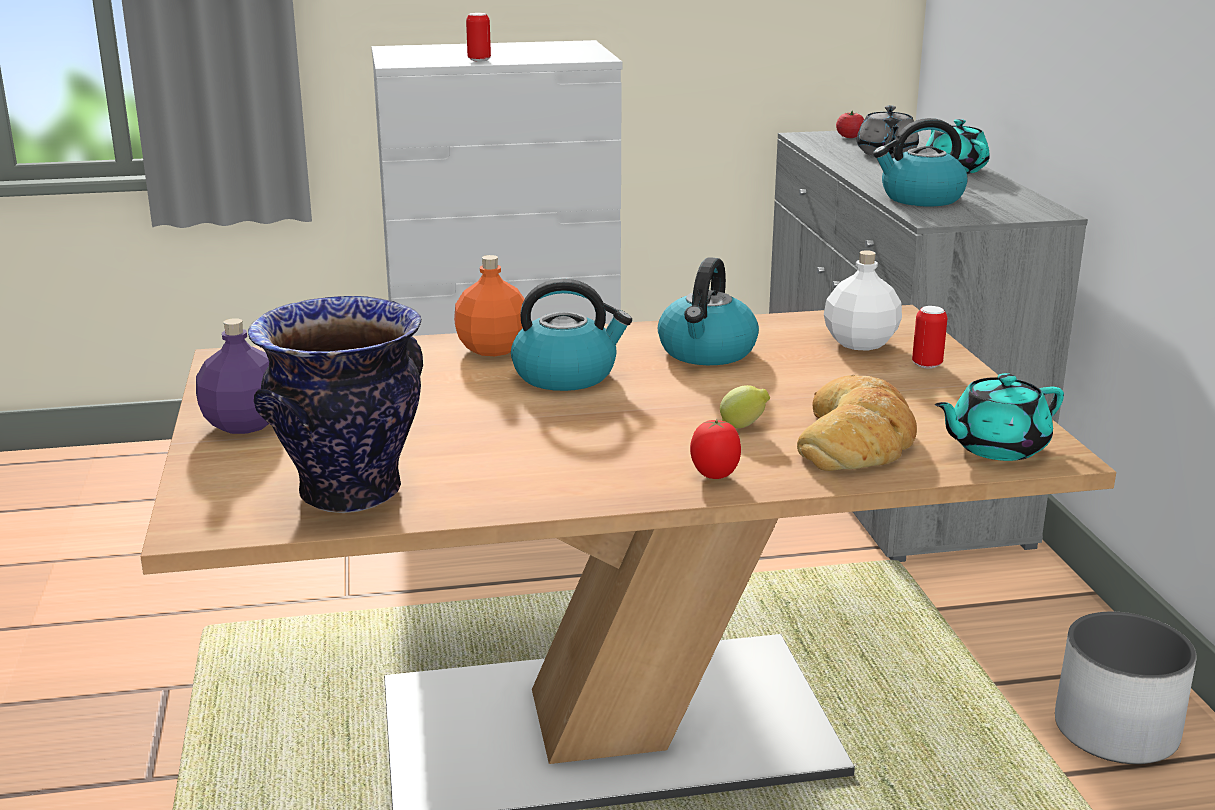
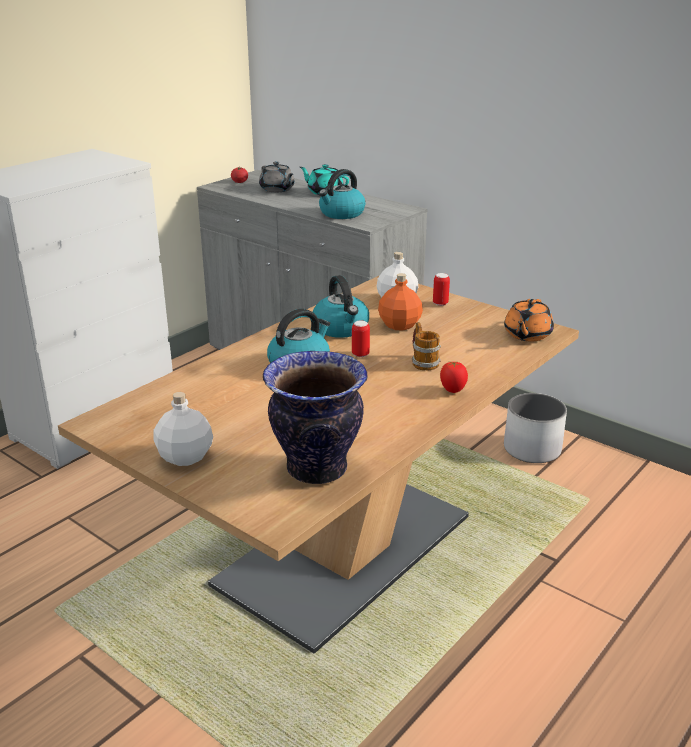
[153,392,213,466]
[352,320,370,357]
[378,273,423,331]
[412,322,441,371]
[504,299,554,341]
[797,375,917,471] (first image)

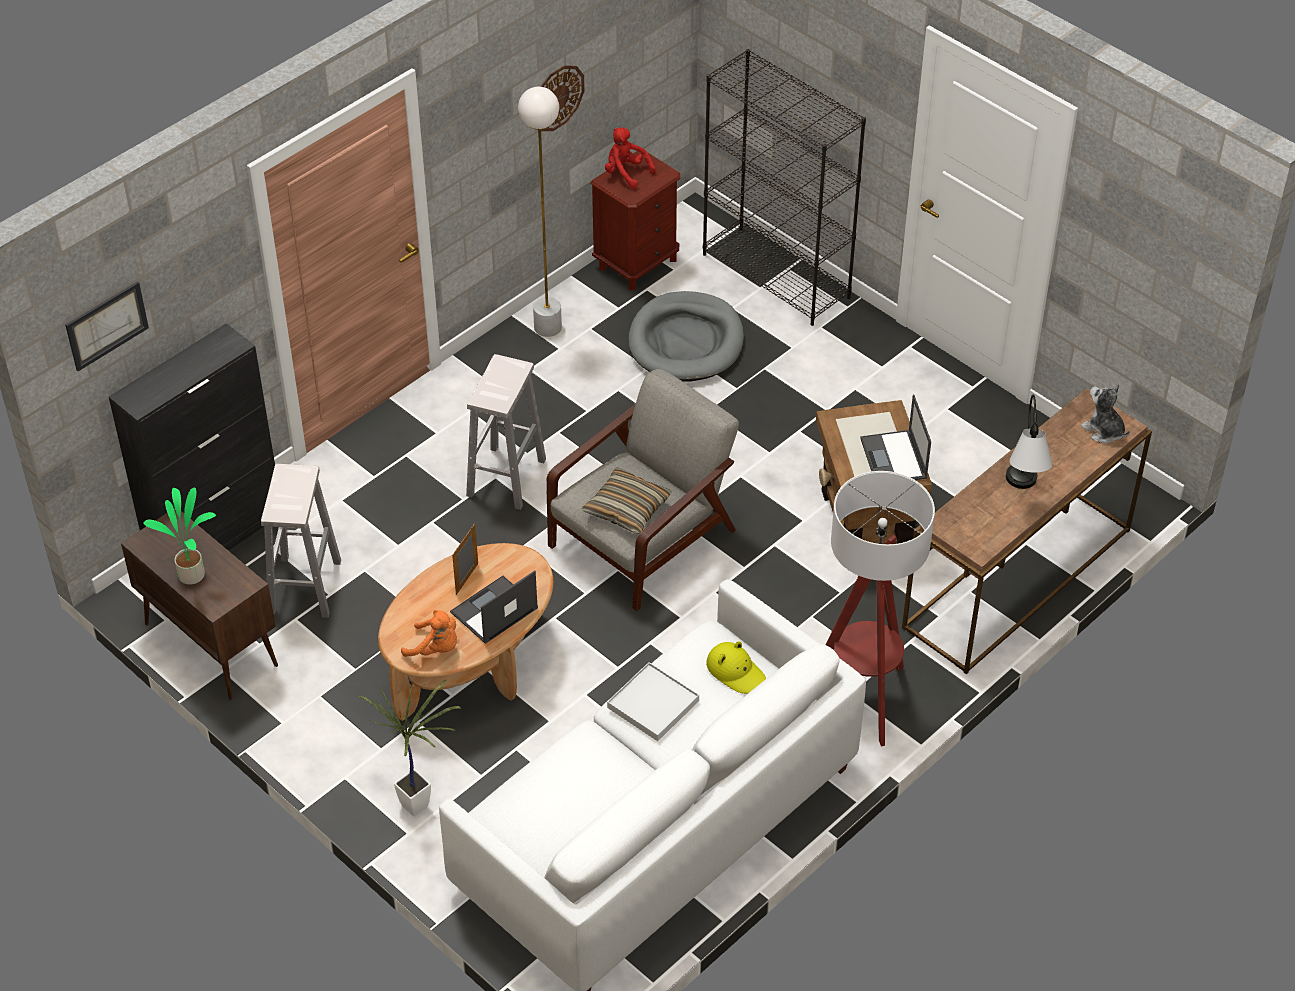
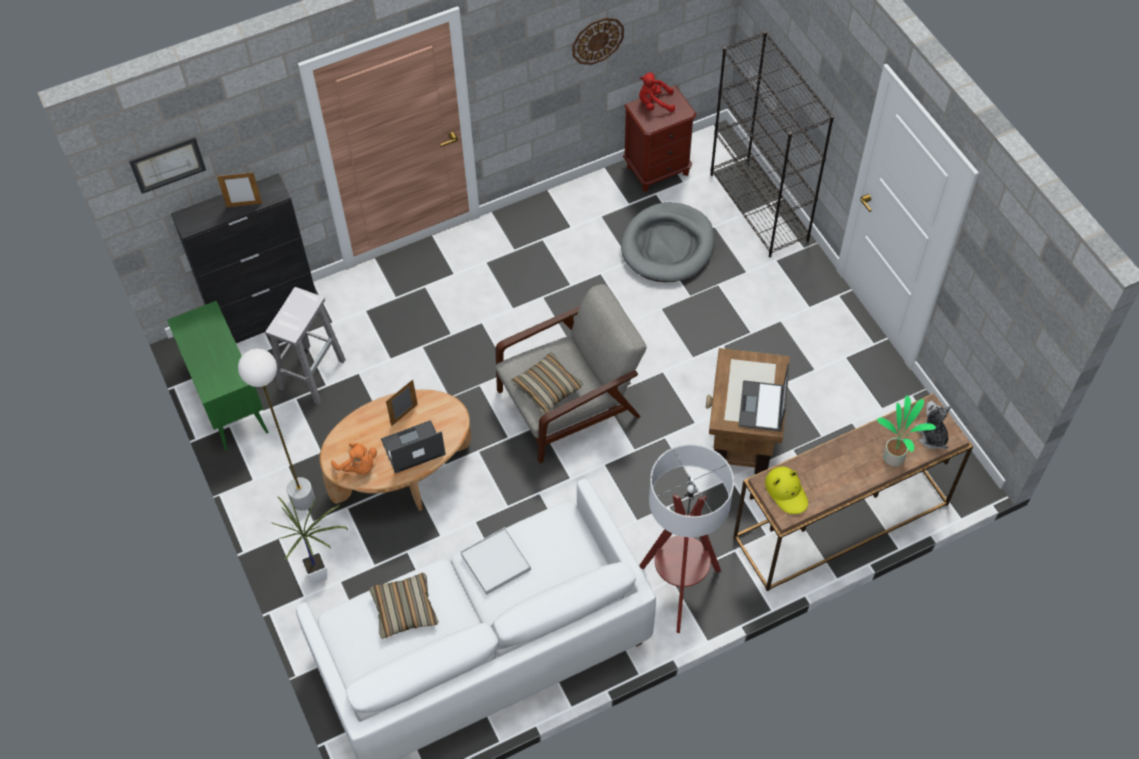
[167,301,269,451]
[217,172,262,207]
[238,348,315,511]
[370,573,439,639]
[639,72,675,112]
[765,466,808,514]
[877,395,936,466]
[466,354,546,510] (first image)
[1006,395,1053,489] (first image)

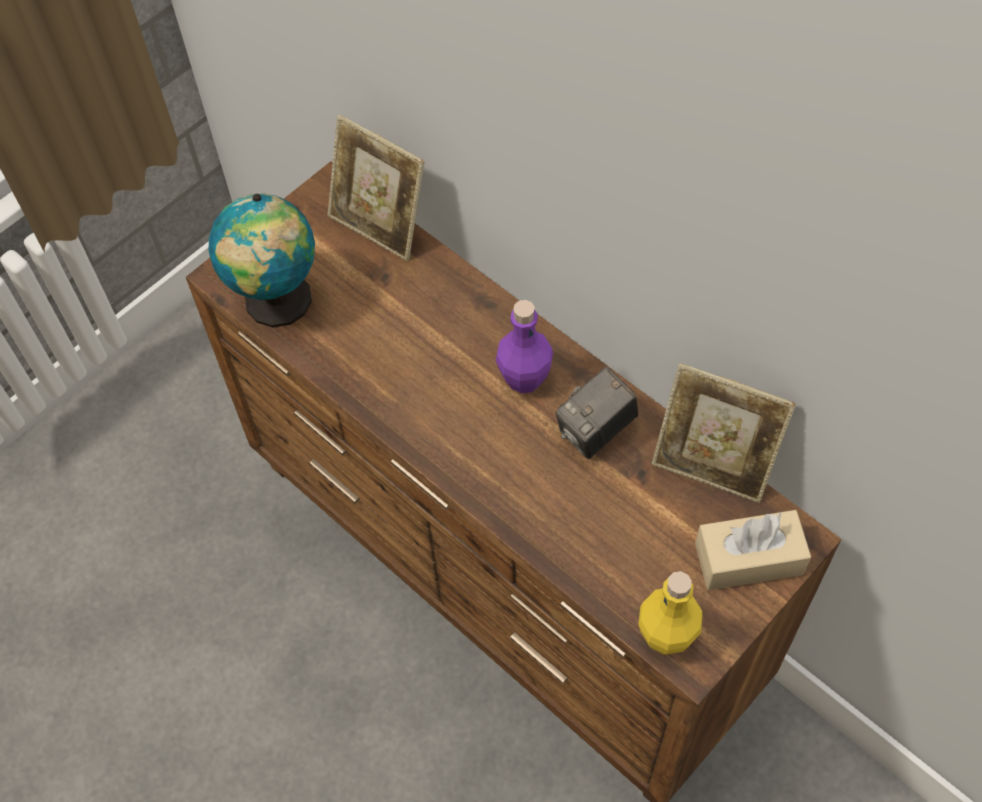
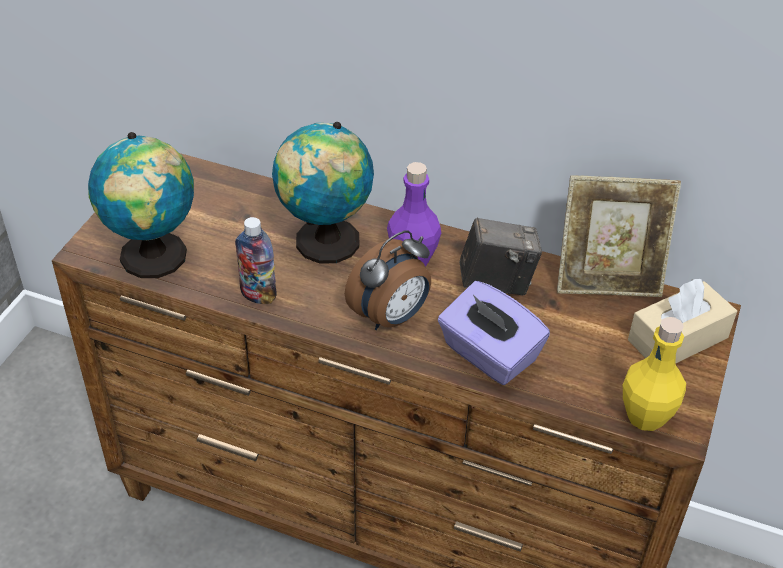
[235,217,277,304]
[272,122,374,264]
[345,230,431,330]
[438,281,550,385]
[460,218,542,295]
[327,115,425,261] (first image)

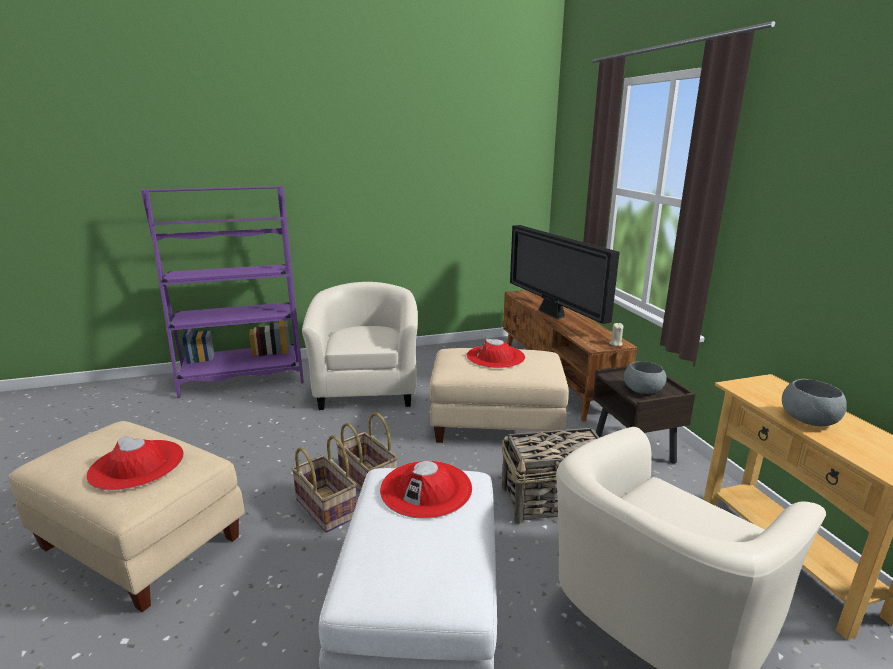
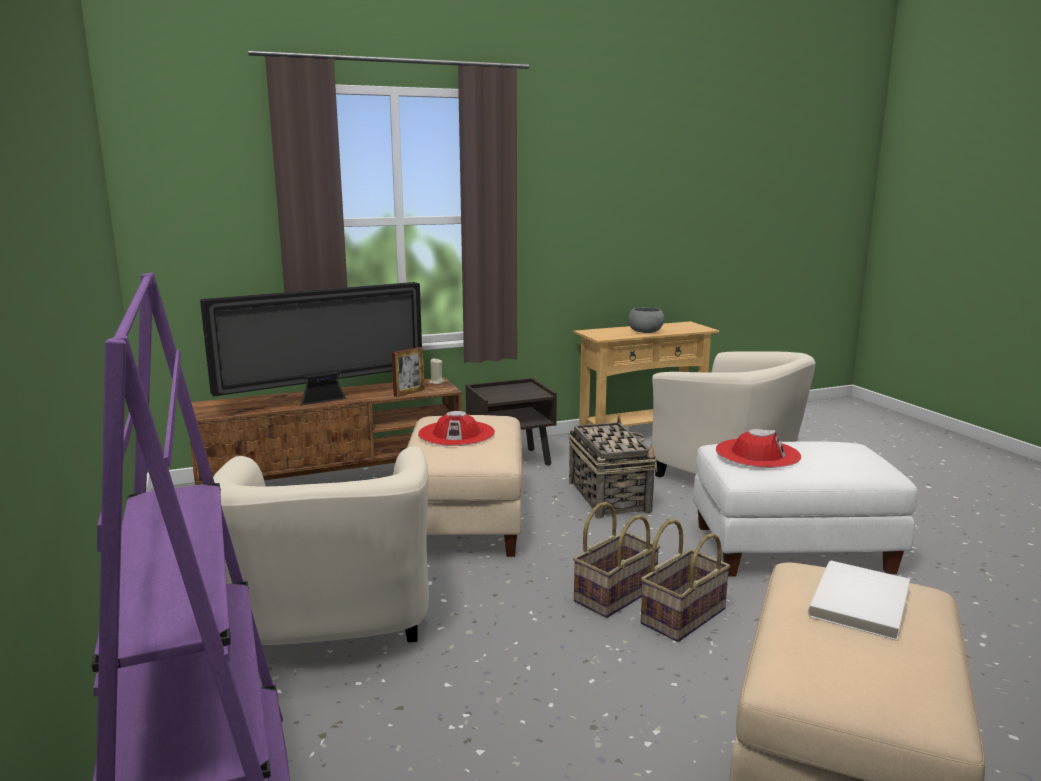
[213,446,429,645]
[392,347,424,397]
[808,561,910,641]
[624,361,667,394] (first image)

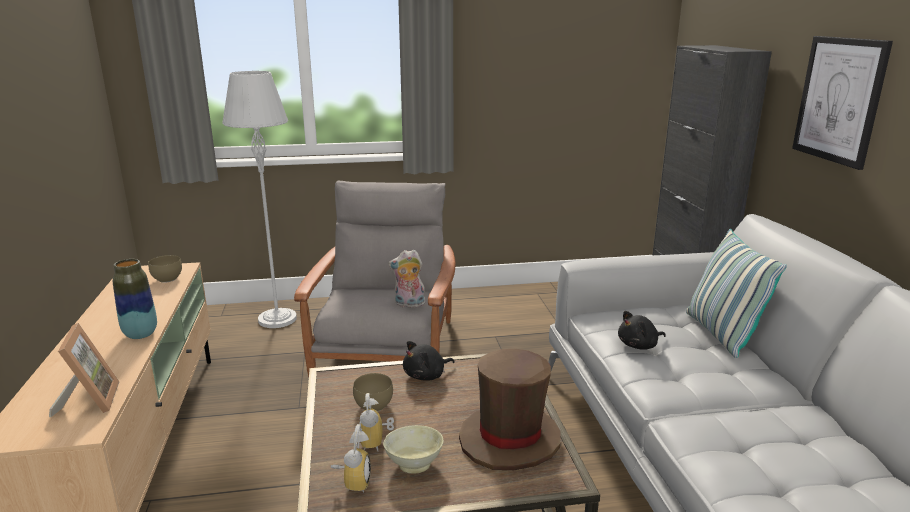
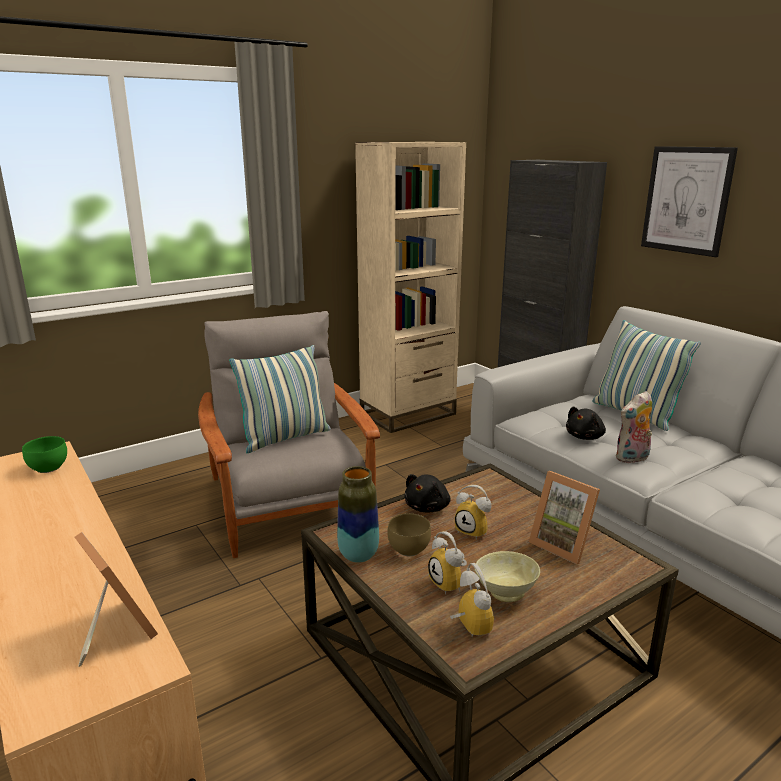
[22,436,67,473]
[229,345,331,453]
[337,466,379,563]
[355,142,466,433]
[455,485,491,540]
[529,471,600,564]
[615,391,652,463]
[222,71,297,328] (first image)

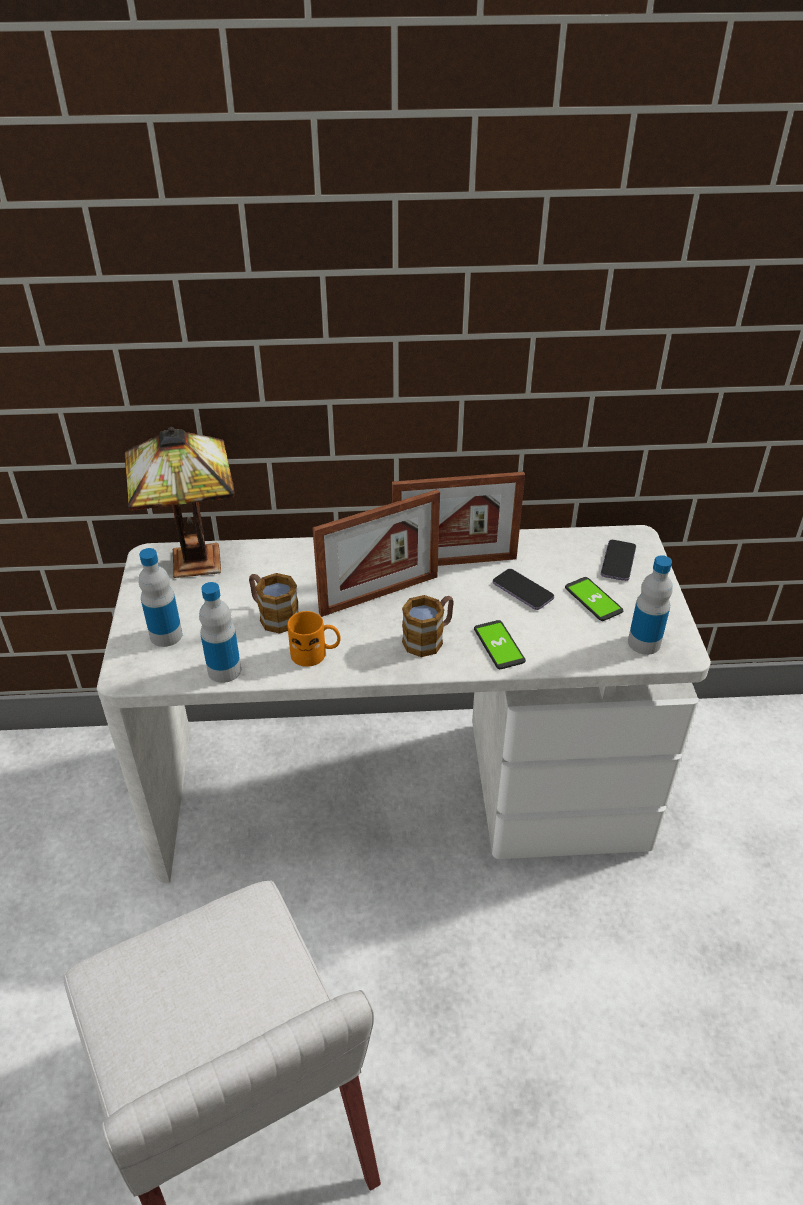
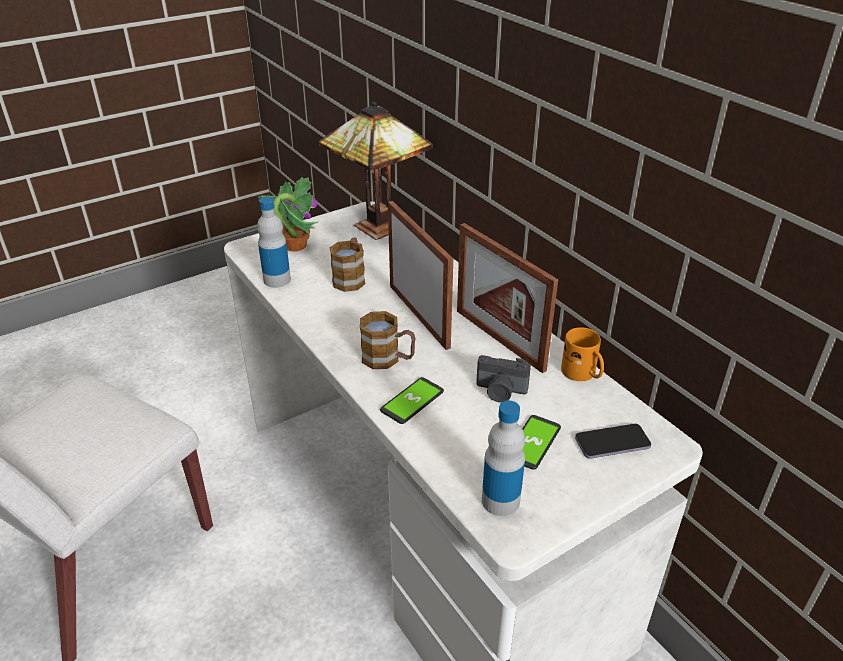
[258,177,318,251]
[388,201,453,350]
[476,355,531,403]
[561,327,604,381]

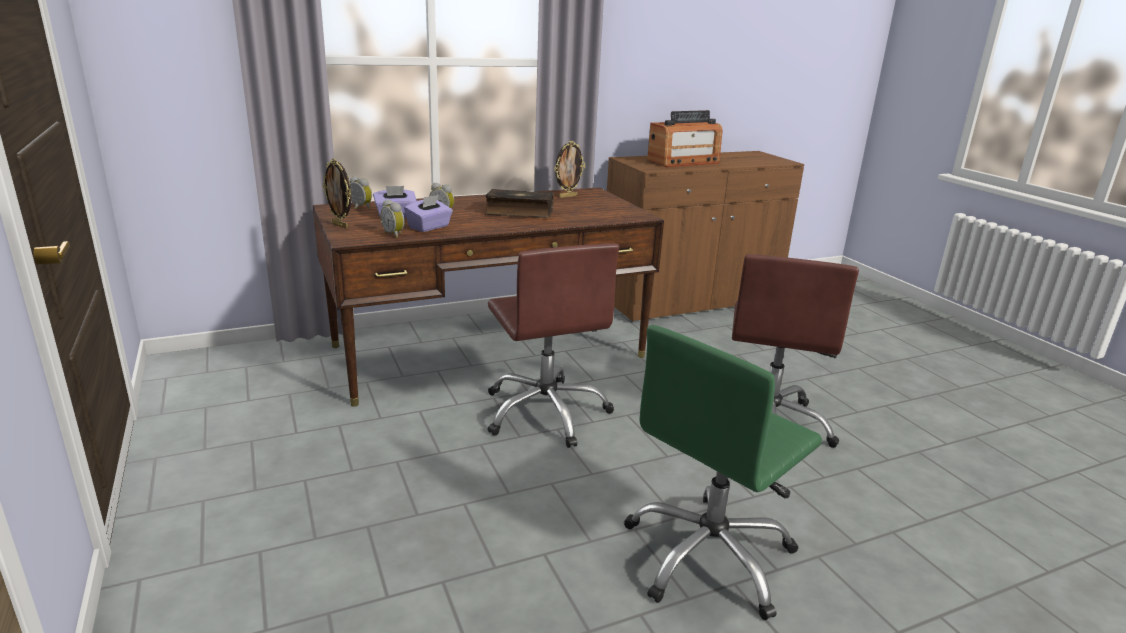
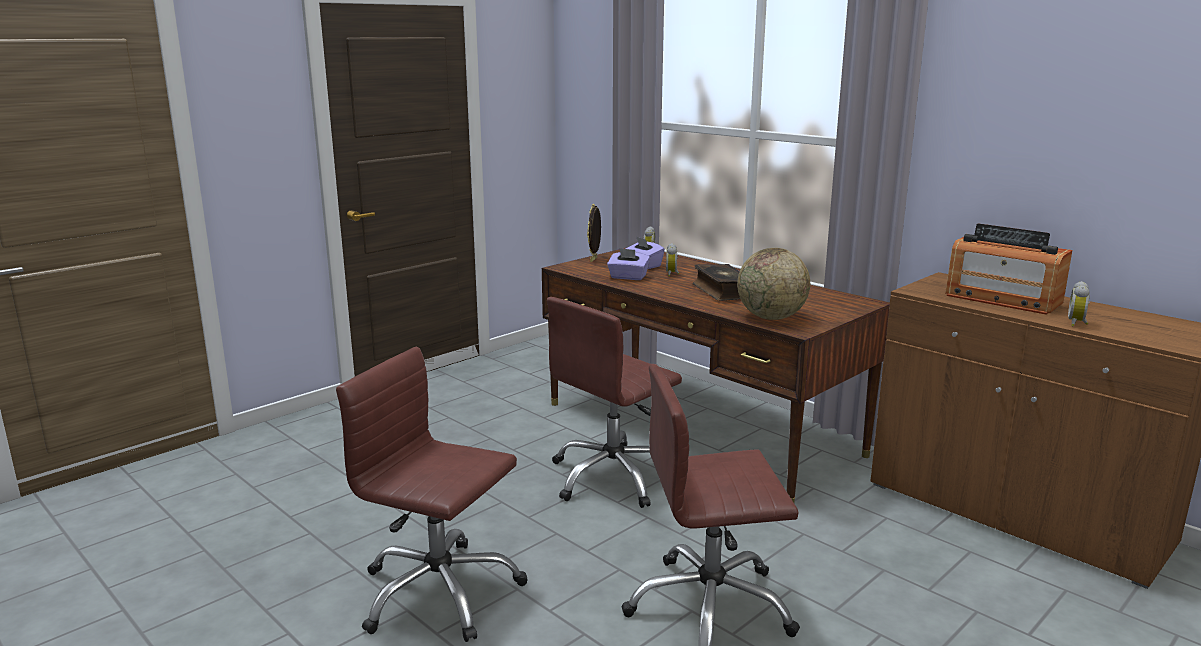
[336,347,528,642]
[737,248,810,320]
[1068,281,1090,326]
[554,141,585,198] (first image)

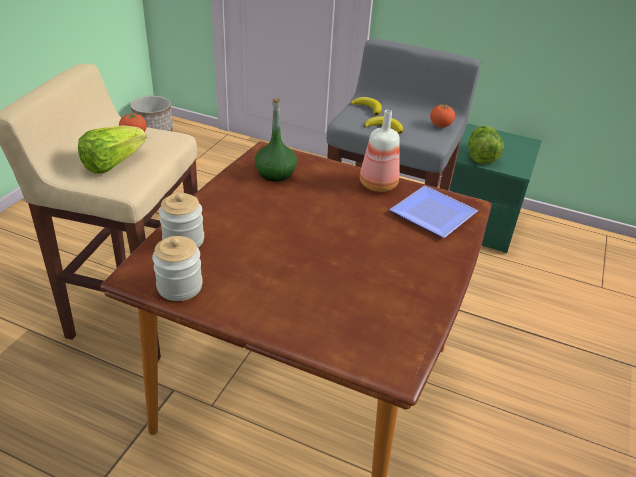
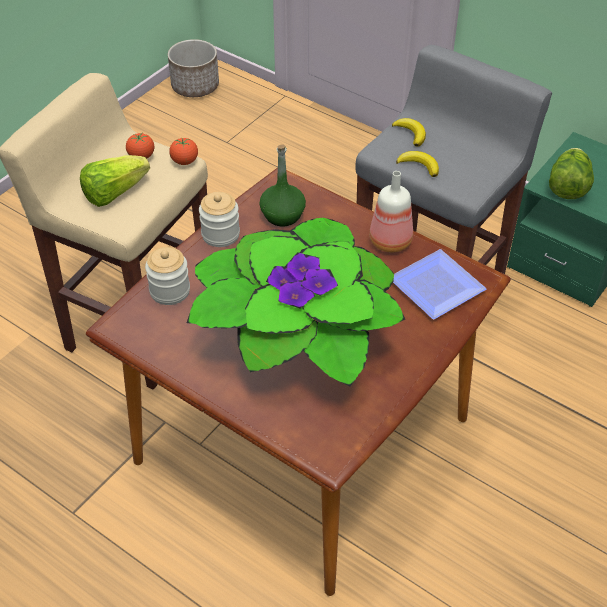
[169,137,198,165]
[187,218,405,387]
[199,192,240,247]

